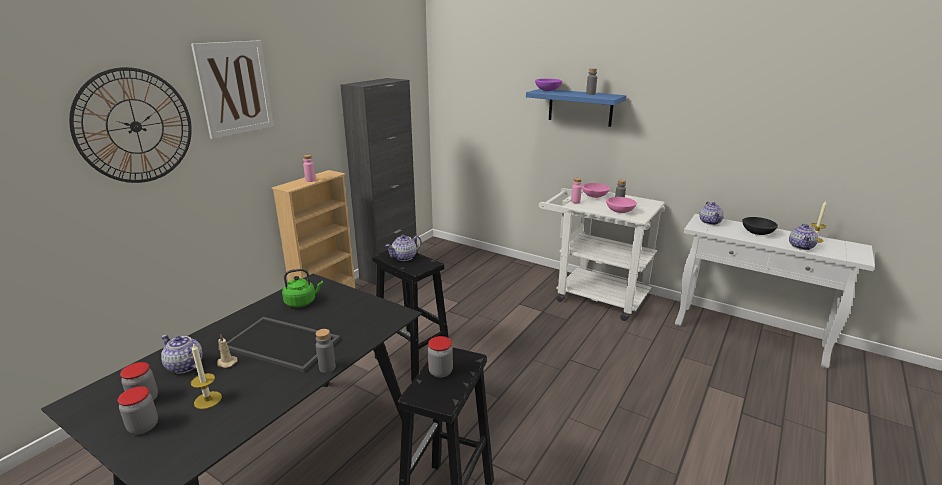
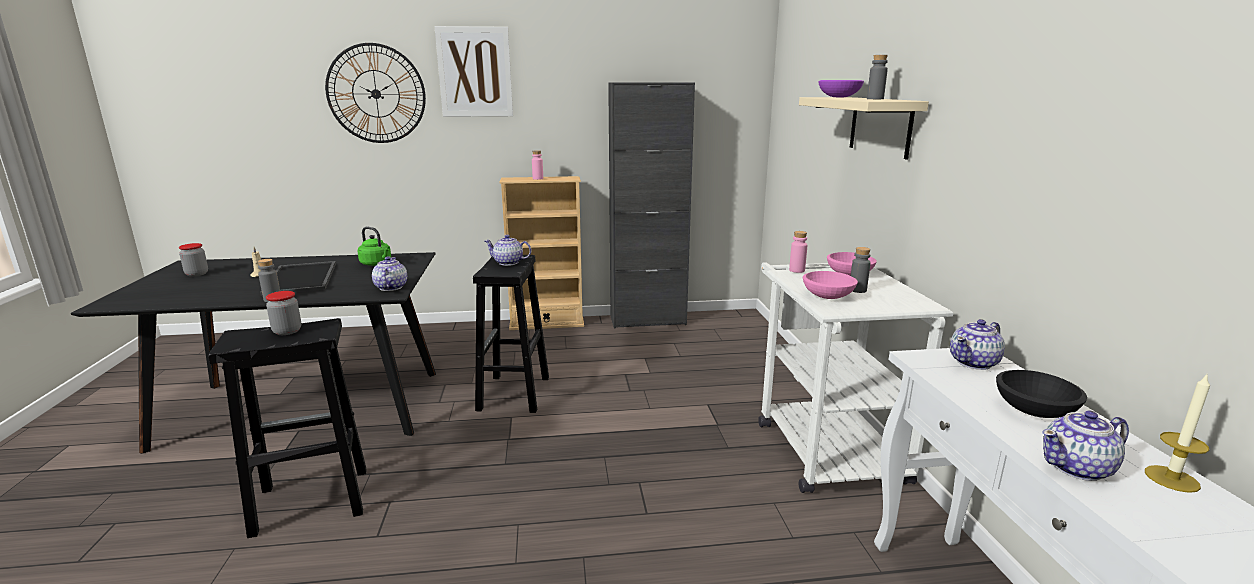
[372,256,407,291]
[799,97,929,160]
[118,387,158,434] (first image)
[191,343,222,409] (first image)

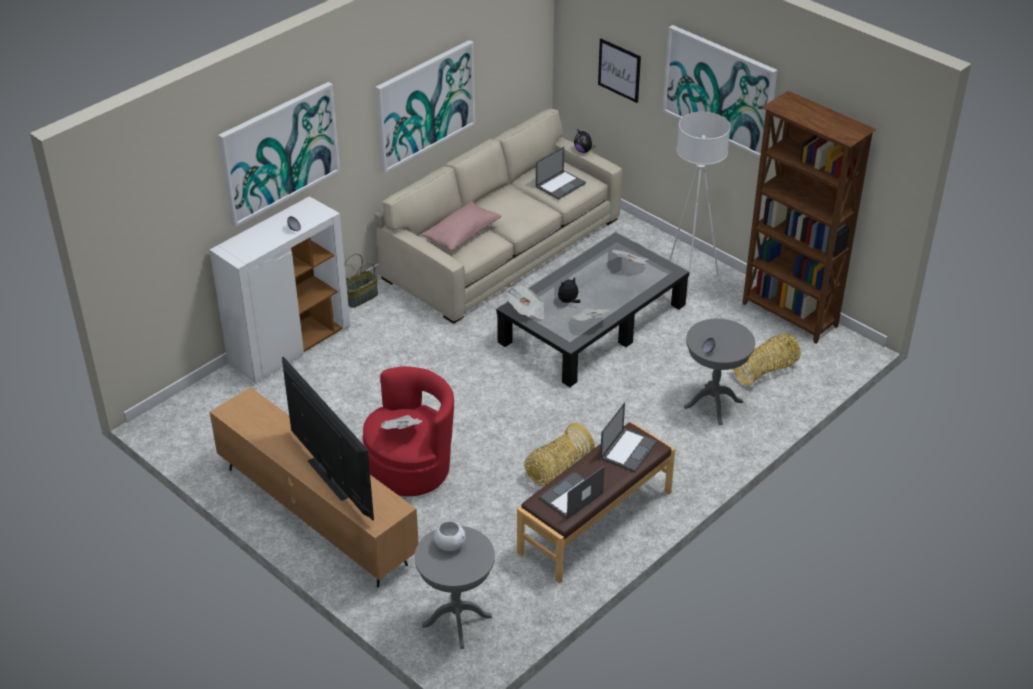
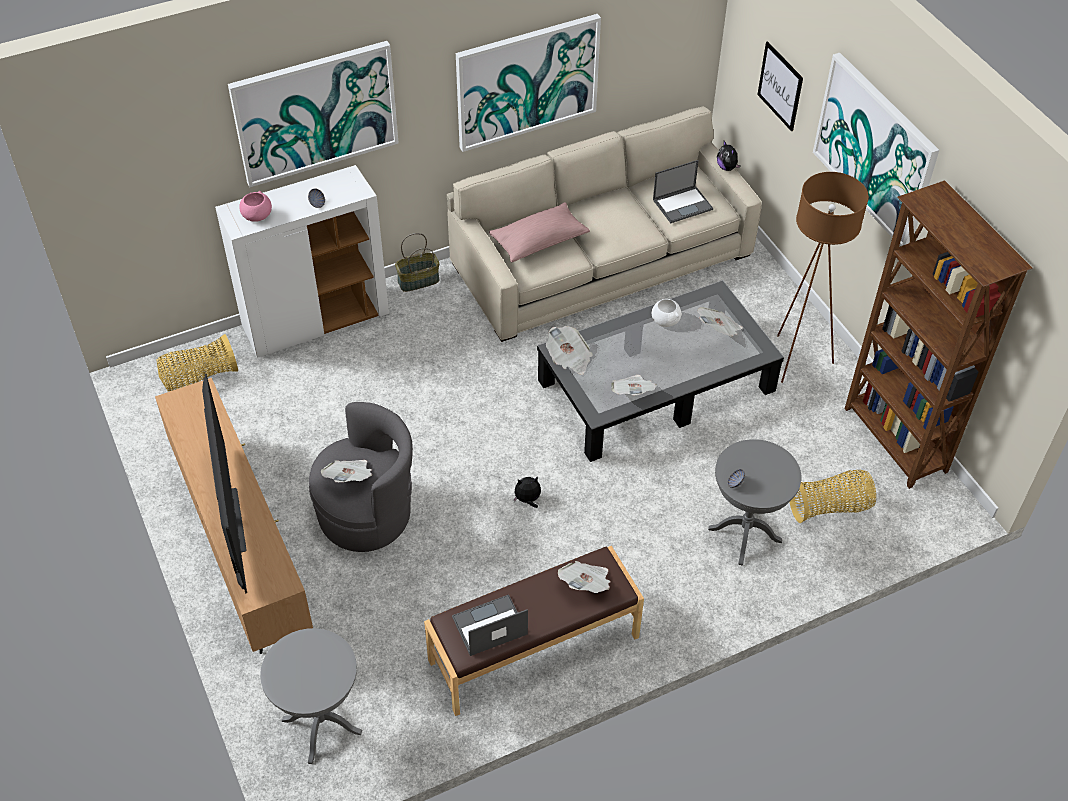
[156,334,238,392]
[239,191,272,222]
[309,402,413,552]
[514,477,541,508]
[558,561,611,593]
[652,299,682,327]
[777,172,869,383]

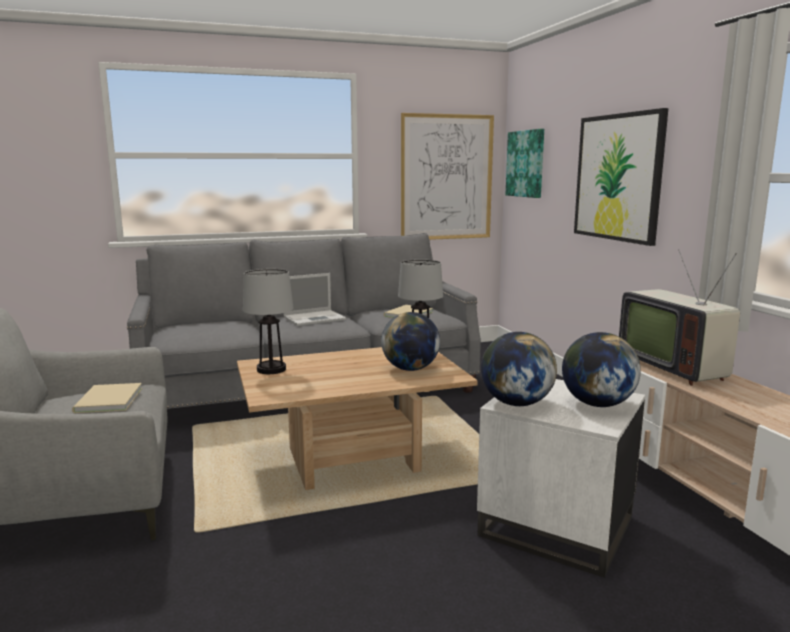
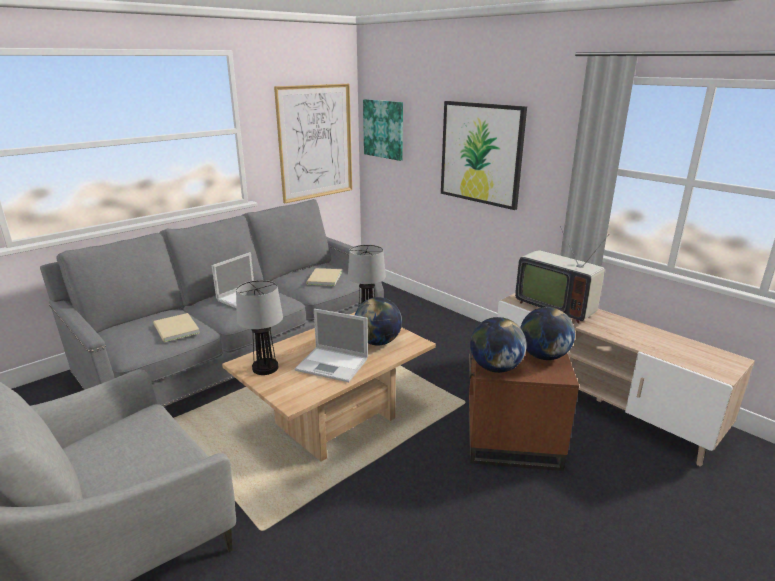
[153,313,200,342]
[295,309,368,382]
[469,351,579,471]

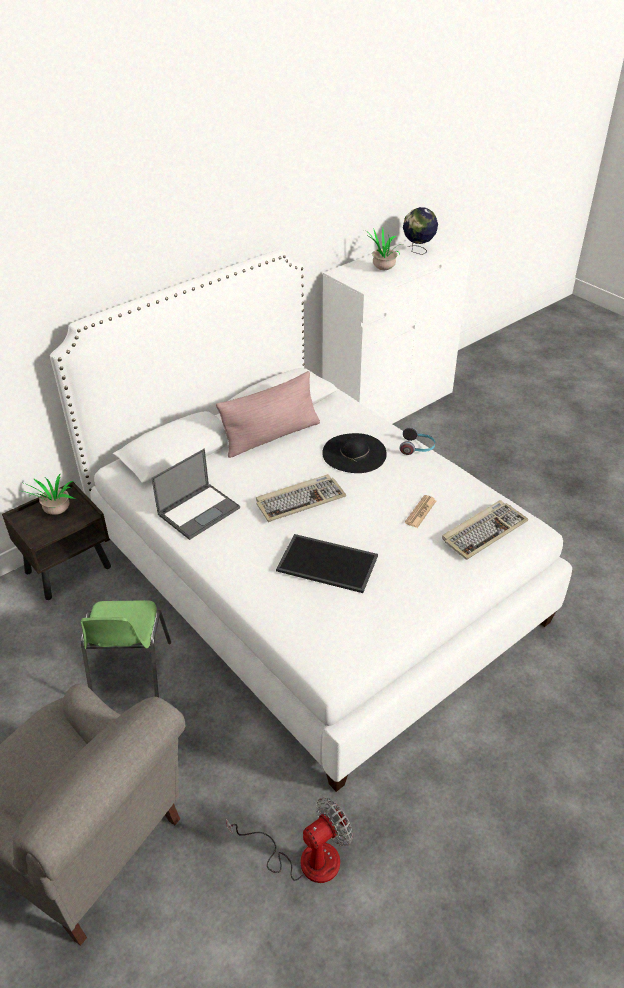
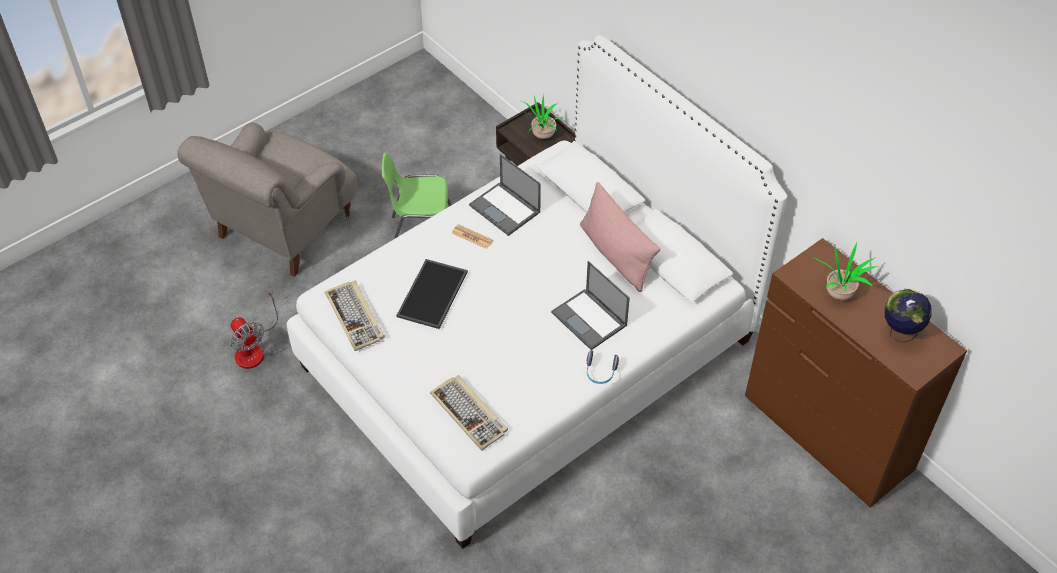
[325,281,385,351]
[452,224,493,249]
[551,261,630,350]
[745,238,967,507]

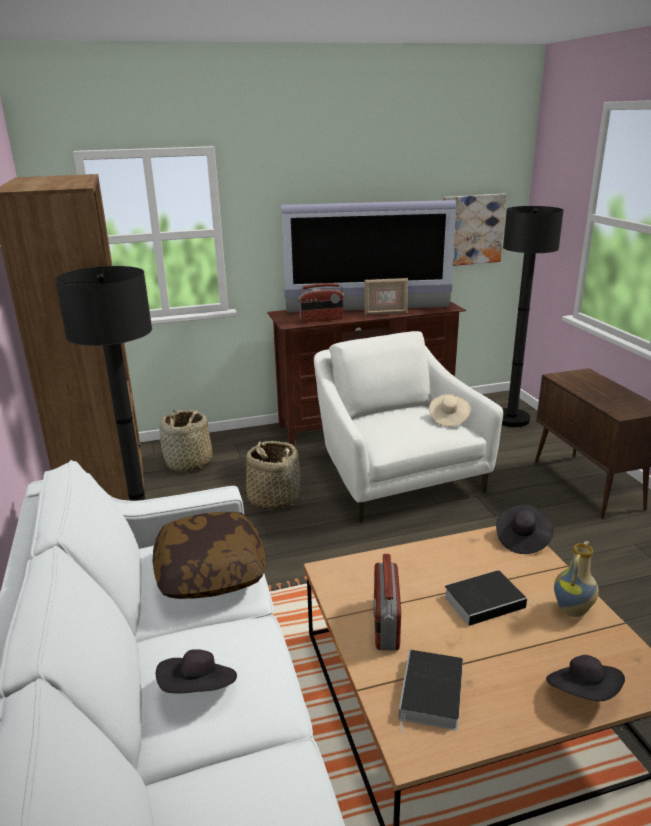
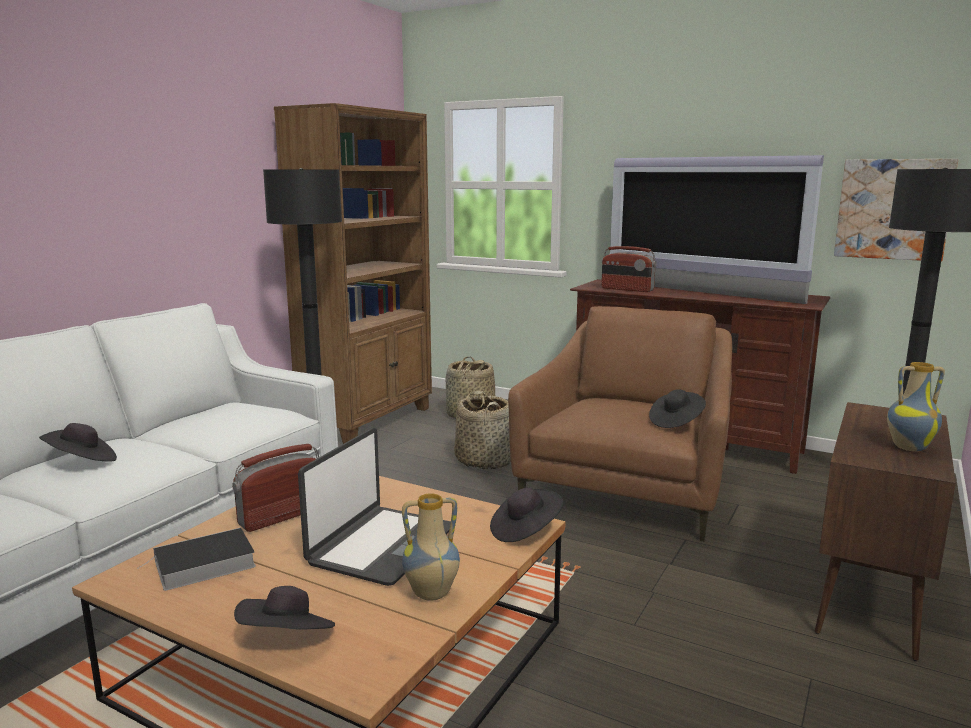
[298,428,451,586]
[508,306,732,542]
[649,389,706,428]
[887,362,945,451]
[153,512,265,599] (first image)
[364,278,408,316] (first image)

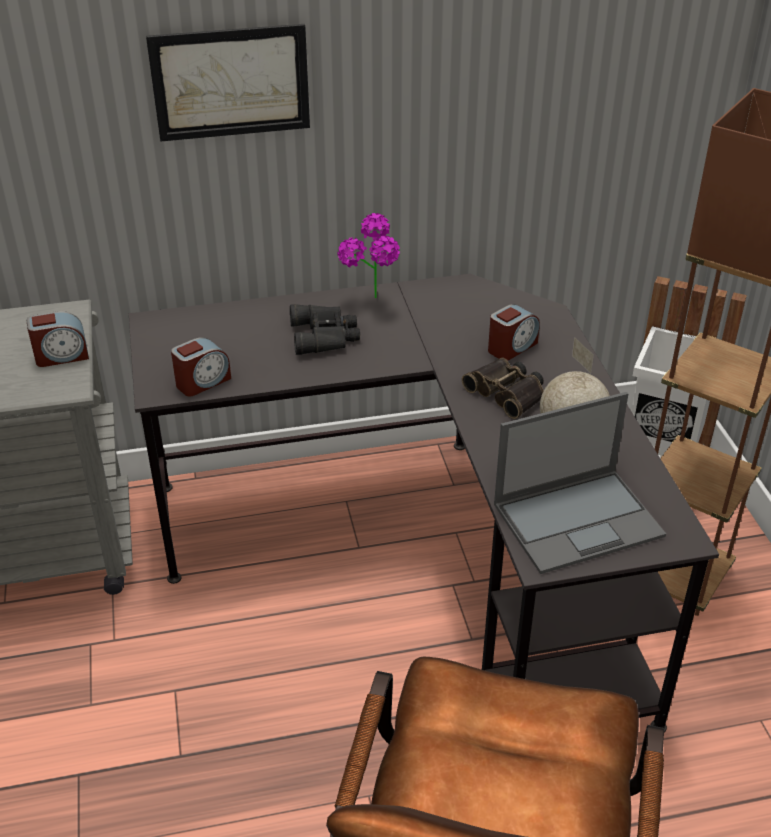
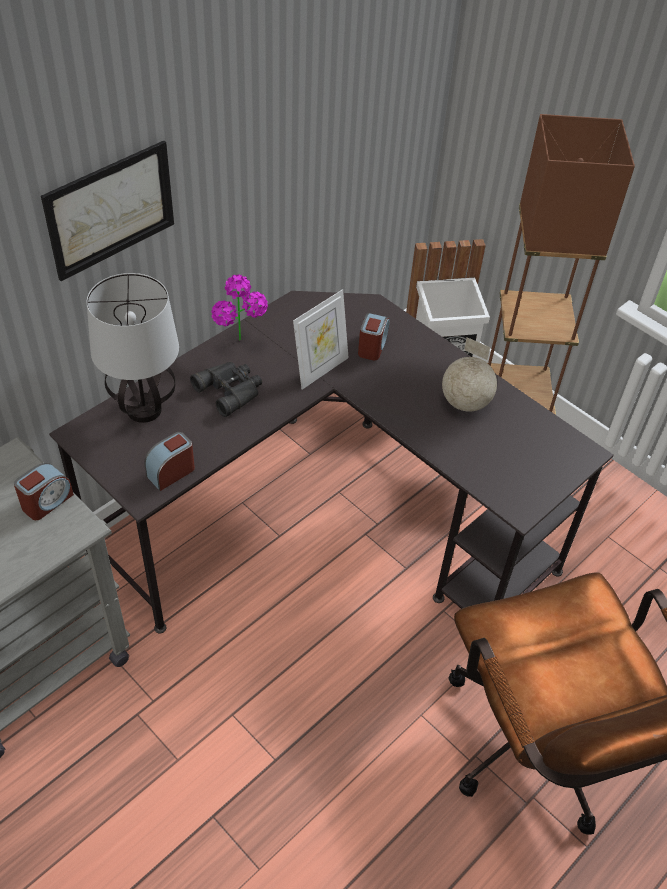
[86,273,179,423]
[144,432,195,491]
[293,289,349,389]
[462,358,544,419] (first image)
[494,392,666,574] (first image)

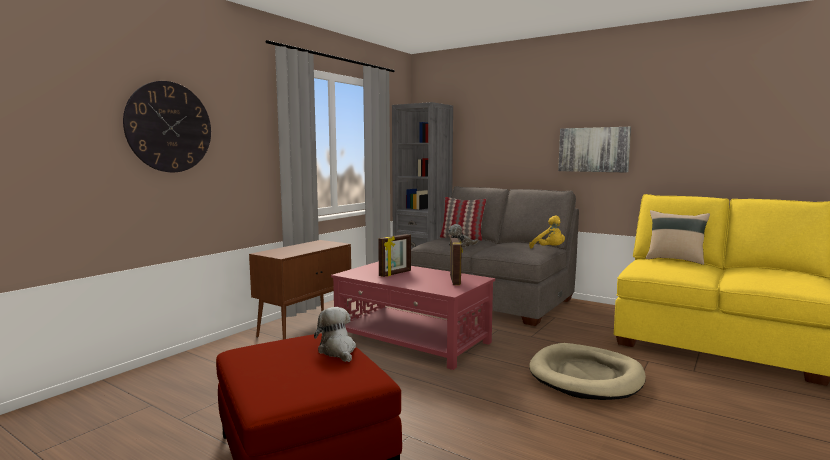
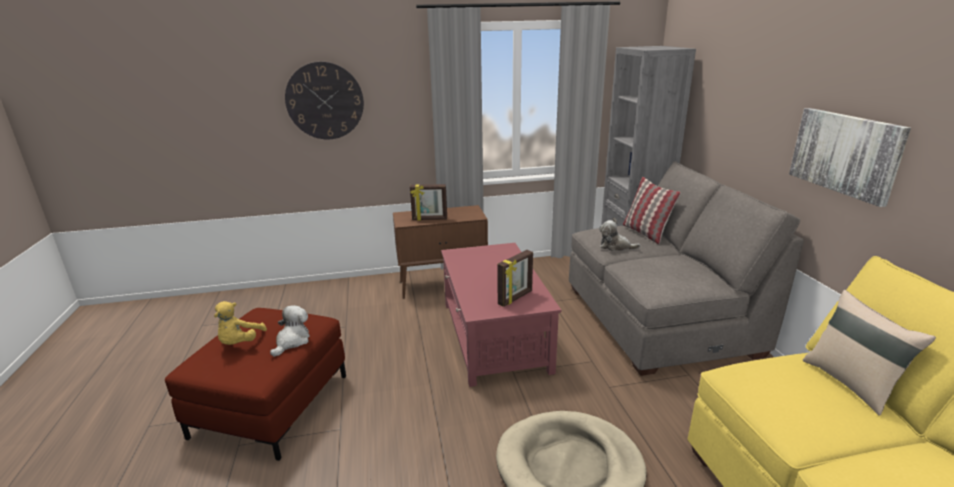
[214,301,267,345]
[410,184,447,221]

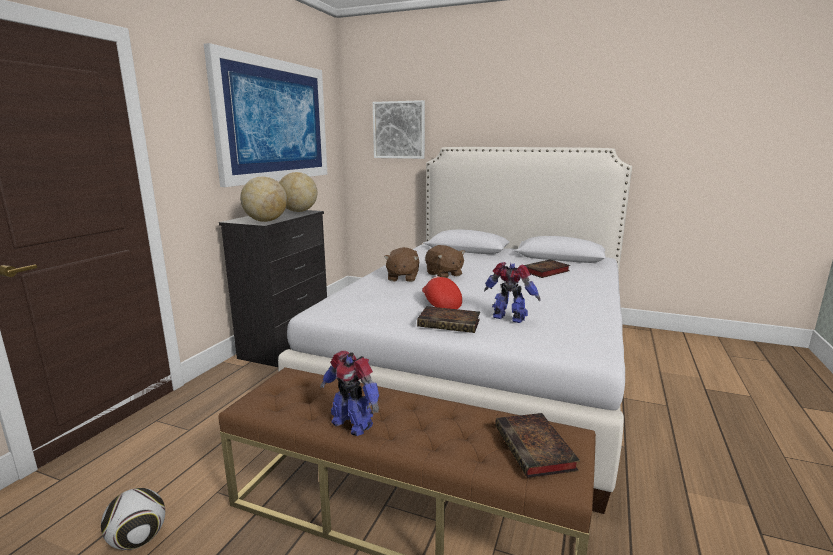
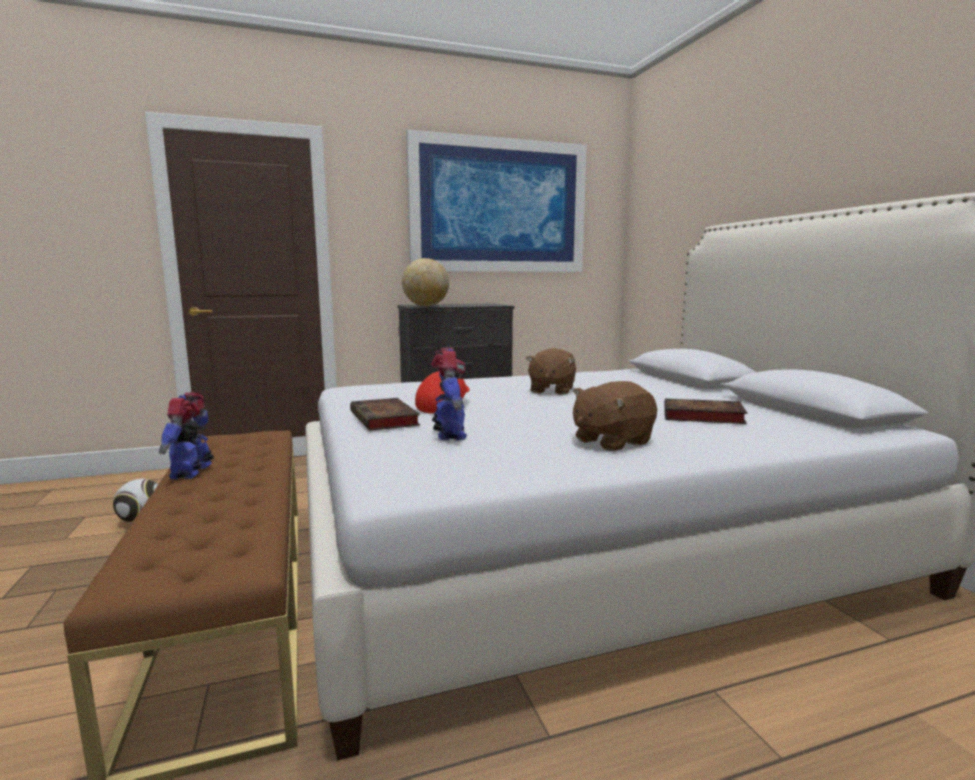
[573,381,657,451]
[279,172,317,212] (first image)
[373,100,425,159] (first image)
[495,413,580,478] (first image)

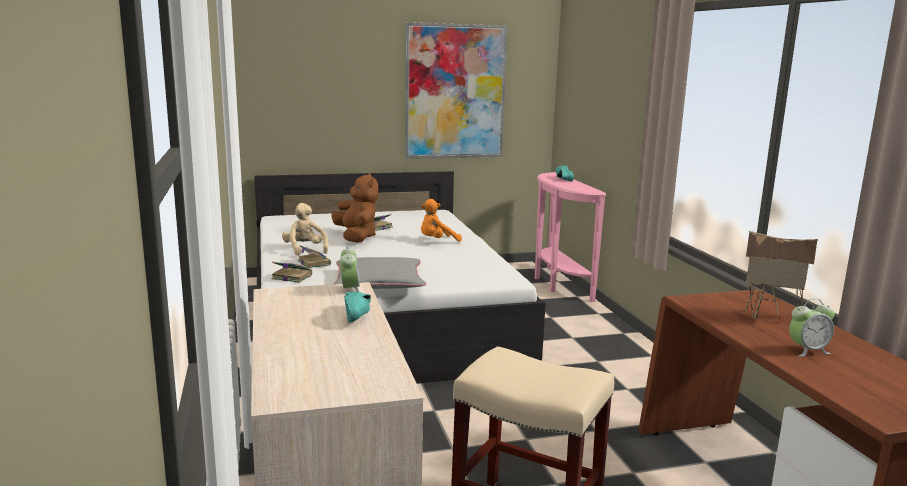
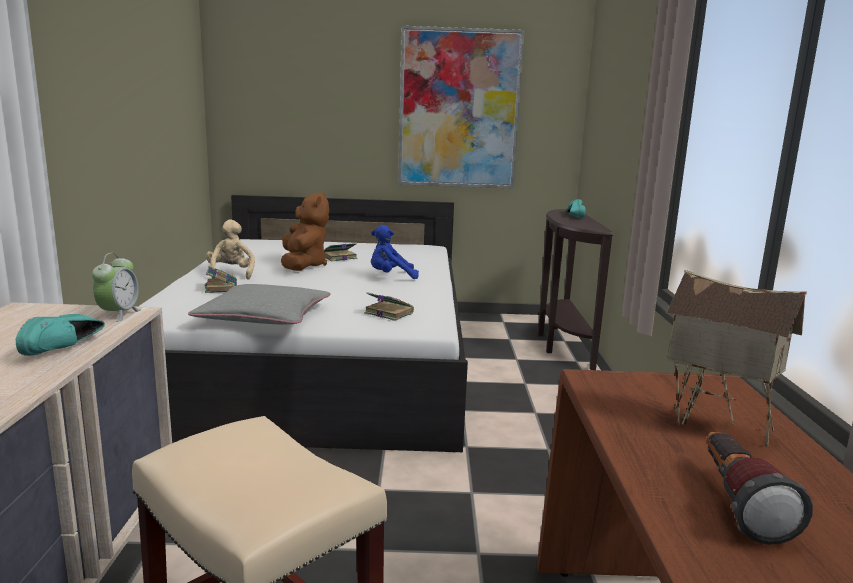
[364,292,414,321]
[371,225,419,279]
[538,209,613,370]
[707,432,813,545]

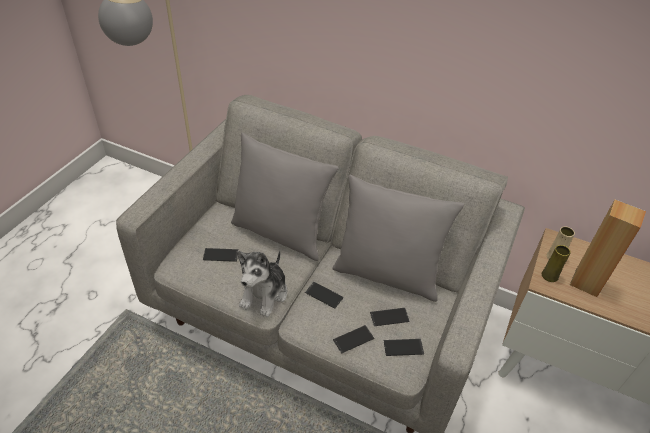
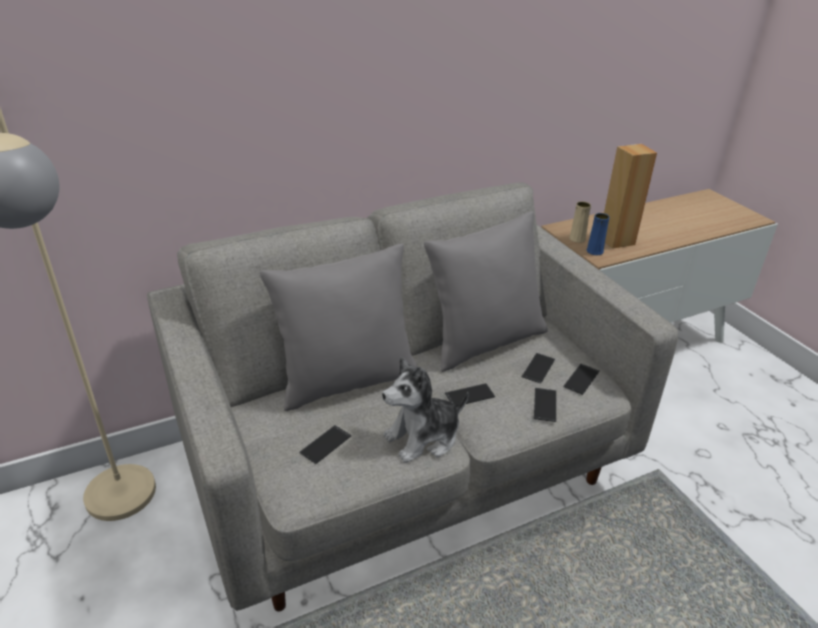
[382,357,469,463]
[587,213,609,255]

